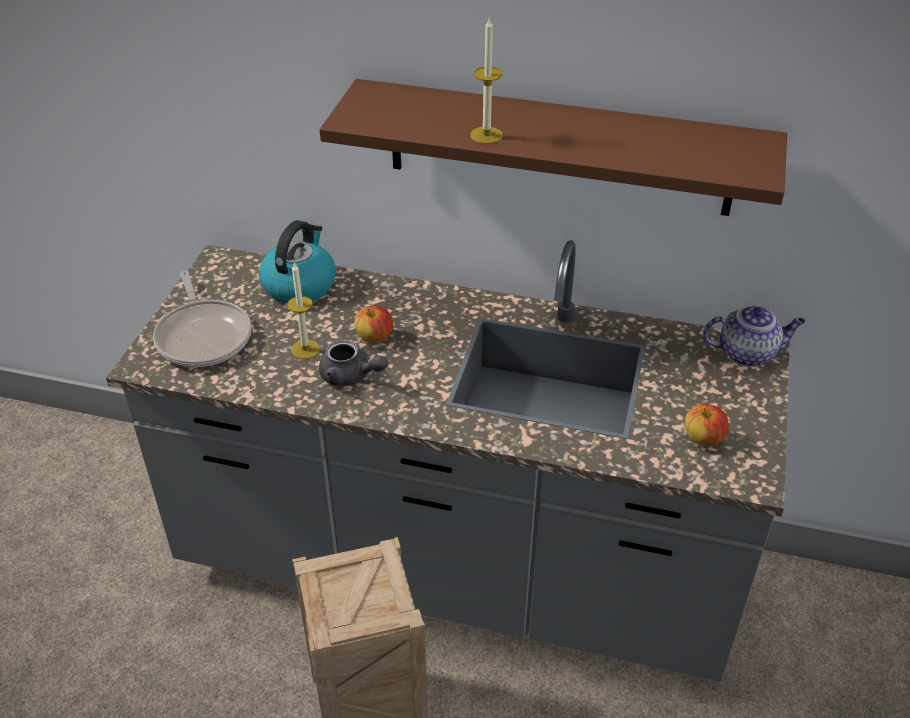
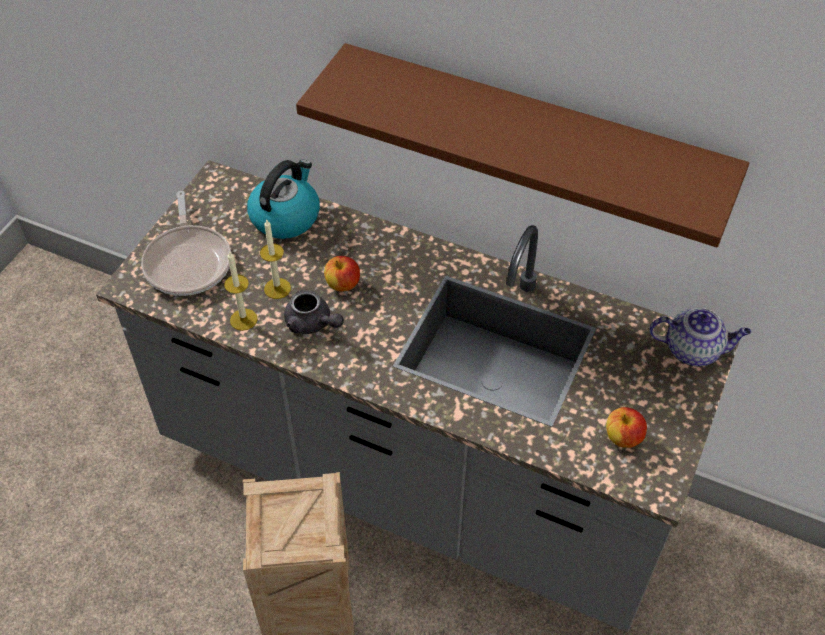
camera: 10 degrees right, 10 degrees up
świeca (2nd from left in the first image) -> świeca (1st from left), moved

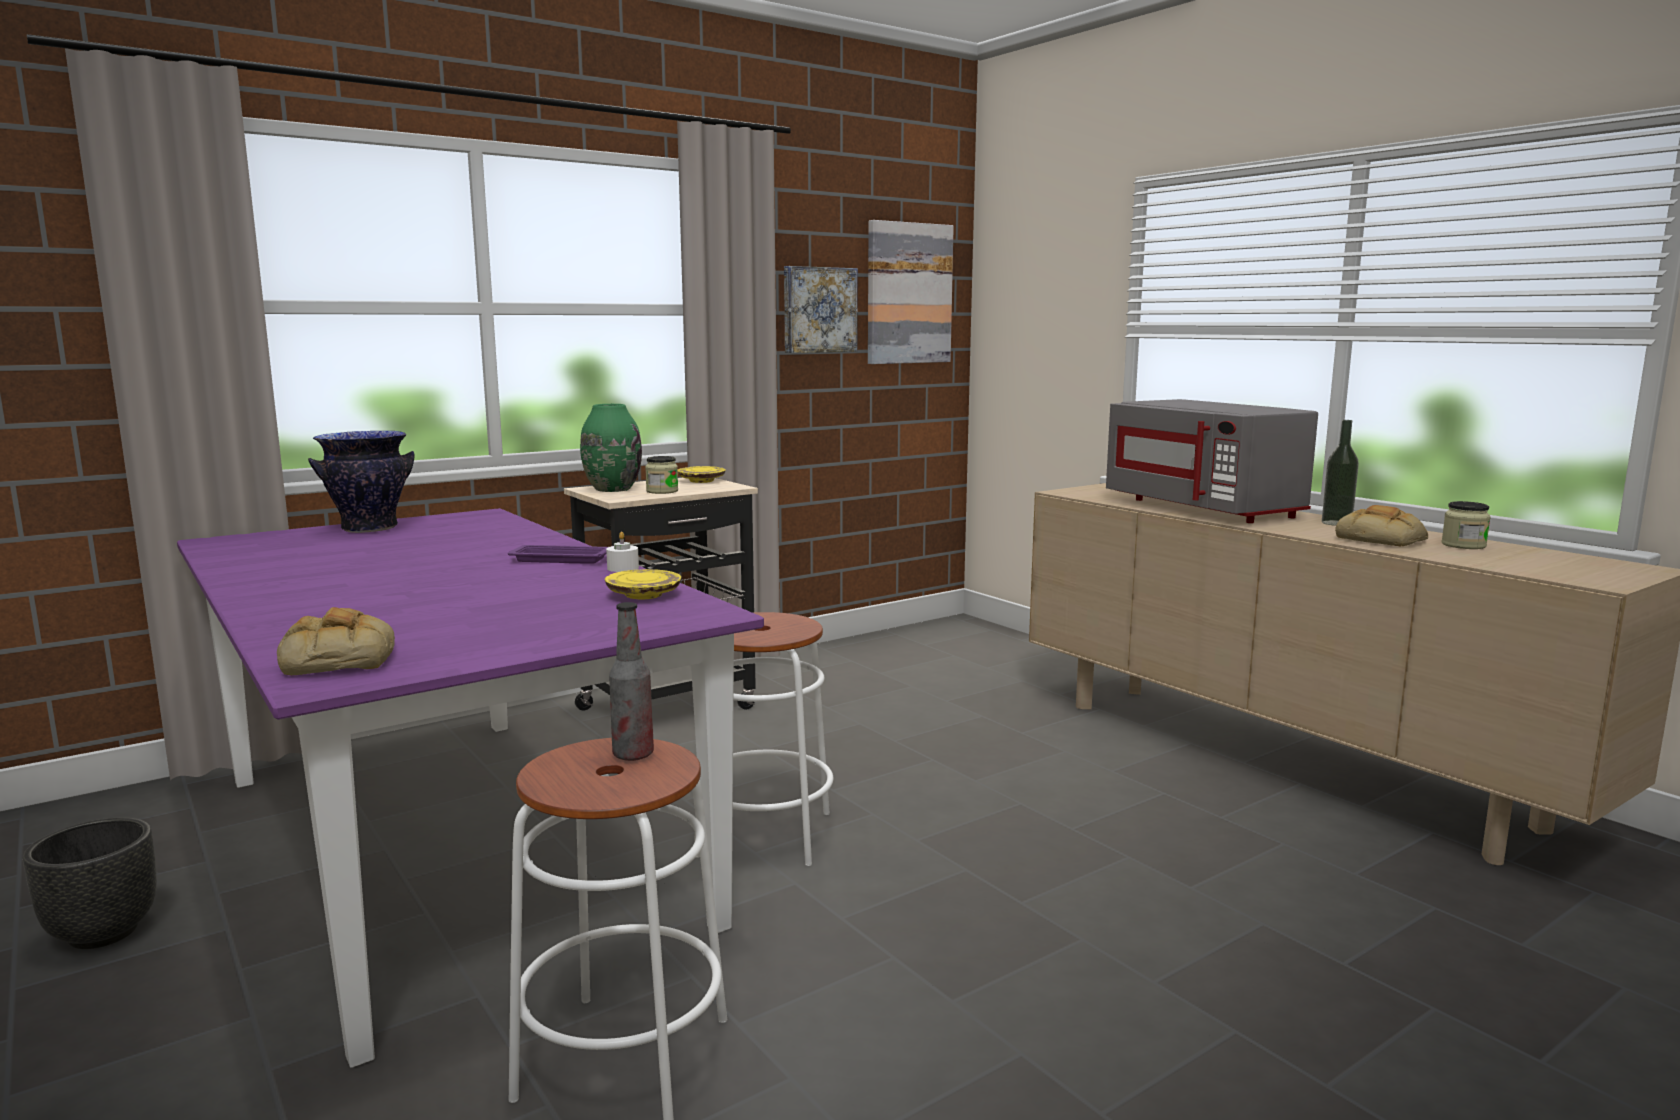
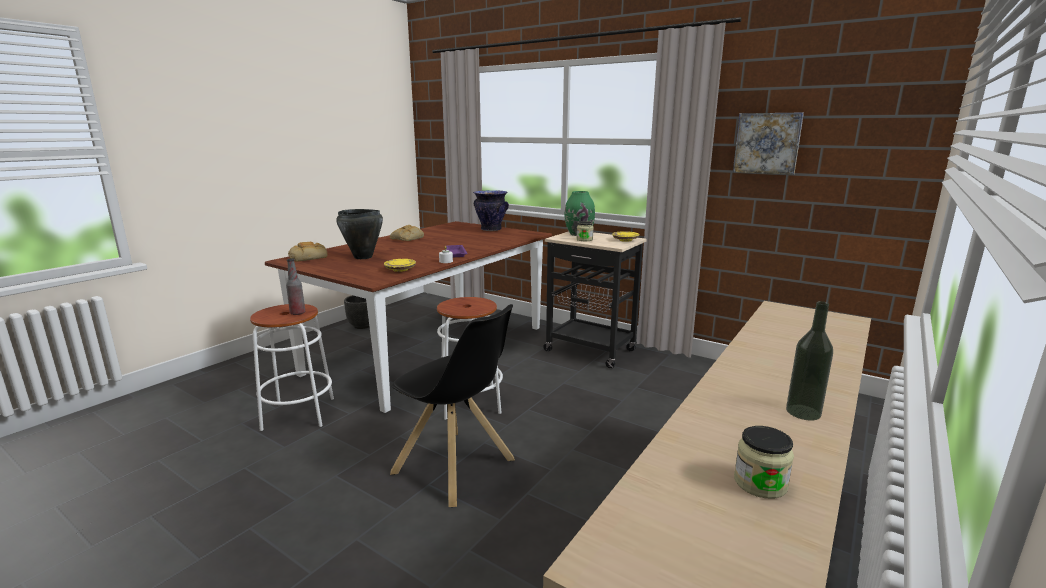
camera: 70 degrees right, 5 degrees up
stół jadalny [fioletowy] -> stół jadalny [brązowy]
none -> garnek [czarny]
chleb (2nd from left), moved
none -> krzesło [czarny]
obraz (2nd from left) -> none
mikrofalówka [szary] -> none

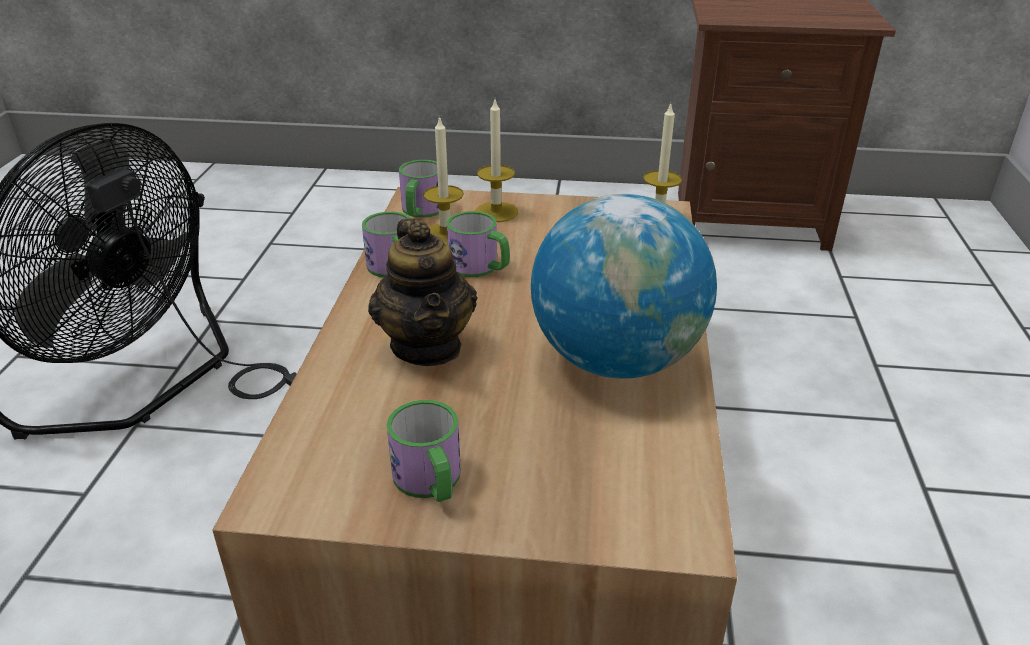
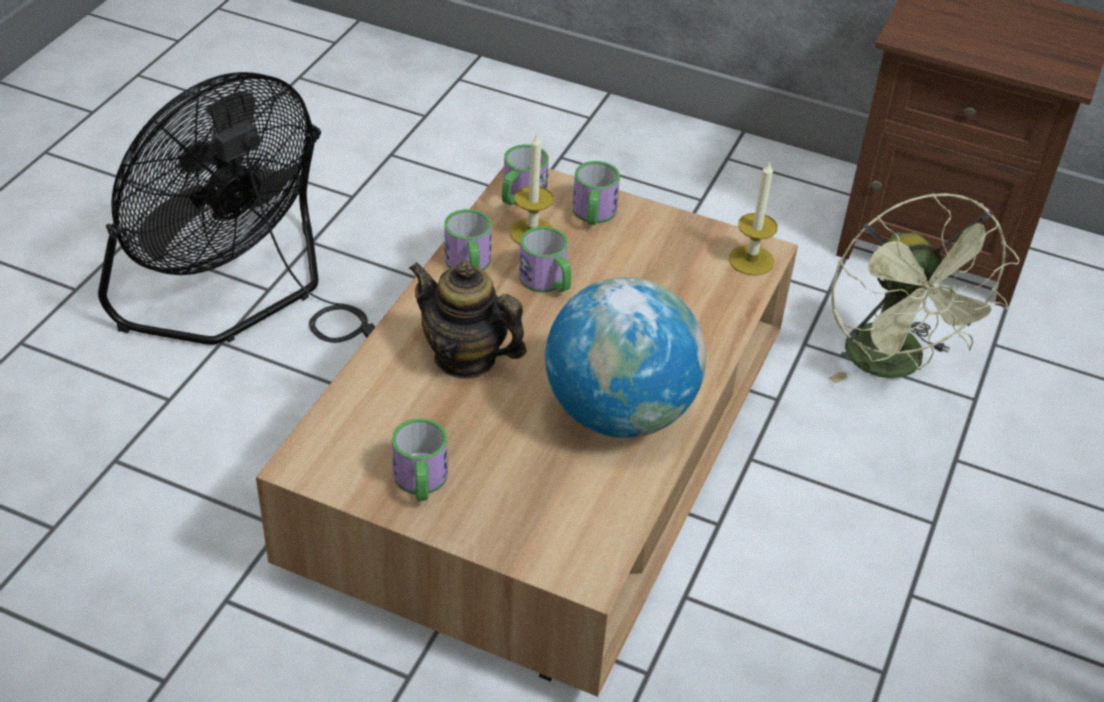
camera: 15 degrees right, 10 degrees up
imbryk, 120 degrees clockwise
świeca (2nd from left) -> kubek (5th from left)
none -> wentylator [zielony]

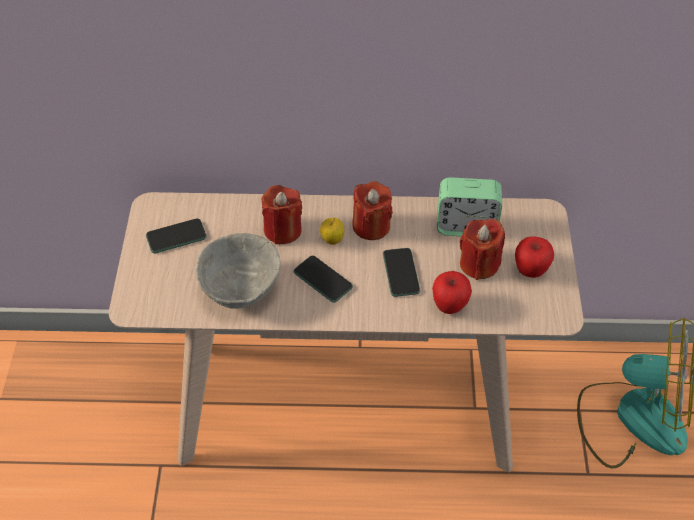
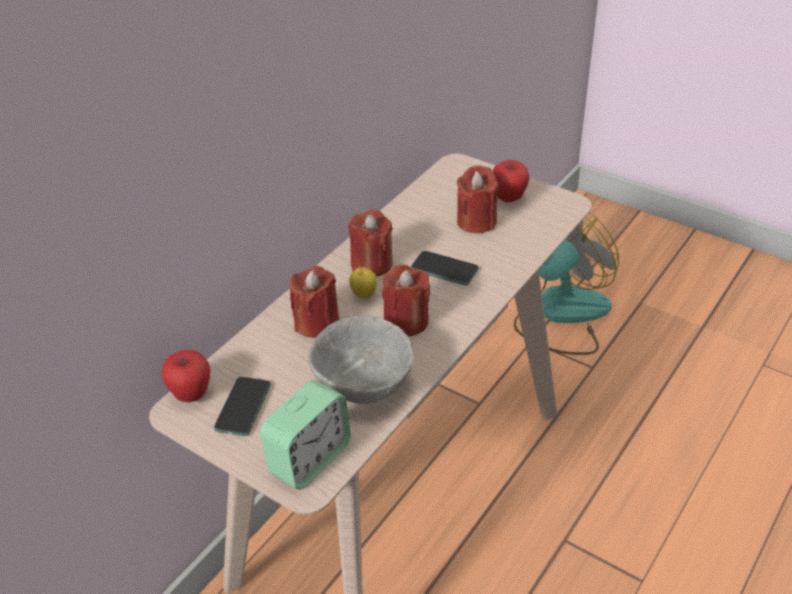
camera: 55 degrees left, 10 degrees down
jabłko (2nd from left in the first image) -> jabłko (1st from left), moved
budzik, moved
telefon (2nd from left) -> świeca [czerwony] (3rd from left)

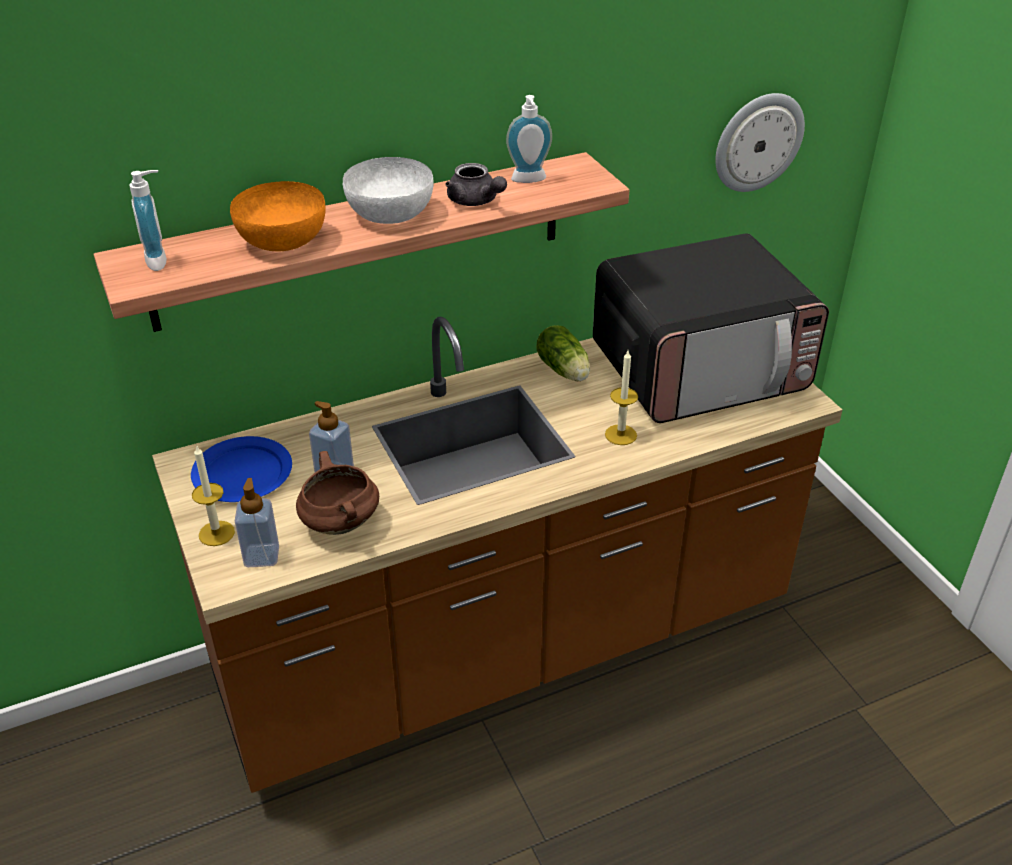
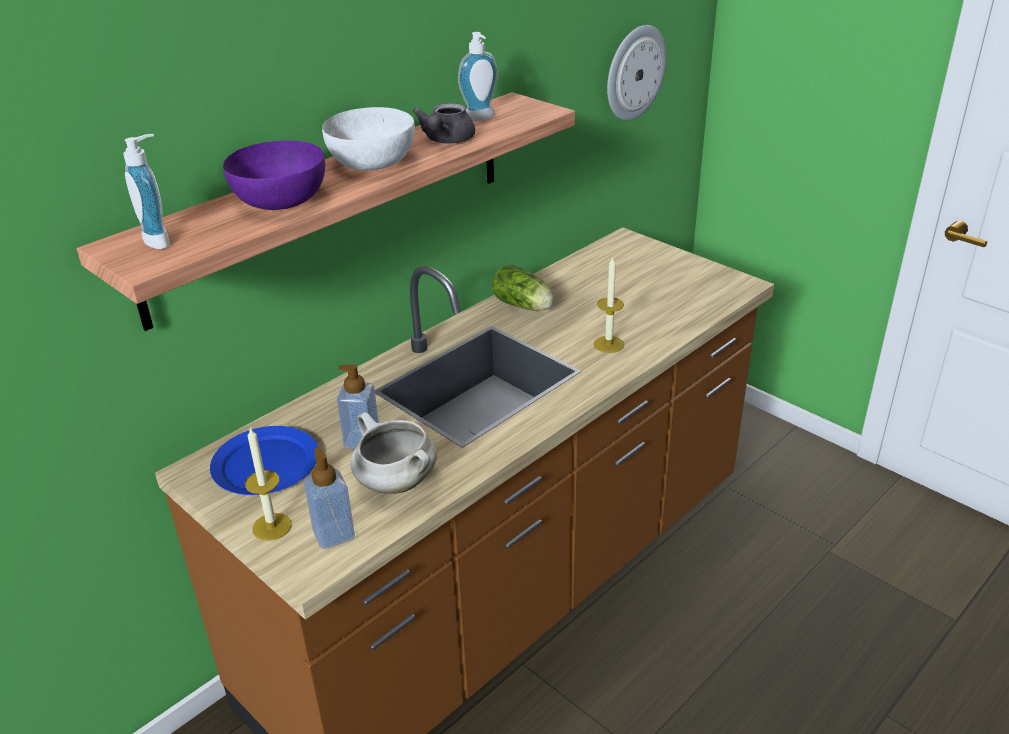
camera: 20 degrees left, 5 degrees down
miska [pomarańczowy] -> miska [fioletowy]
garnek [brązowy] -> garnek [biały]
imbryk [szary], 75 degrees clockwise
mikrofalówka -> none

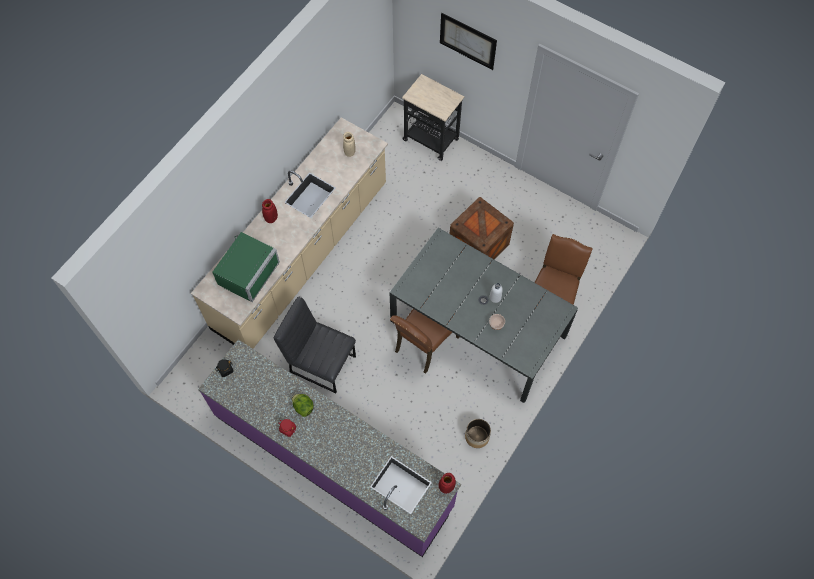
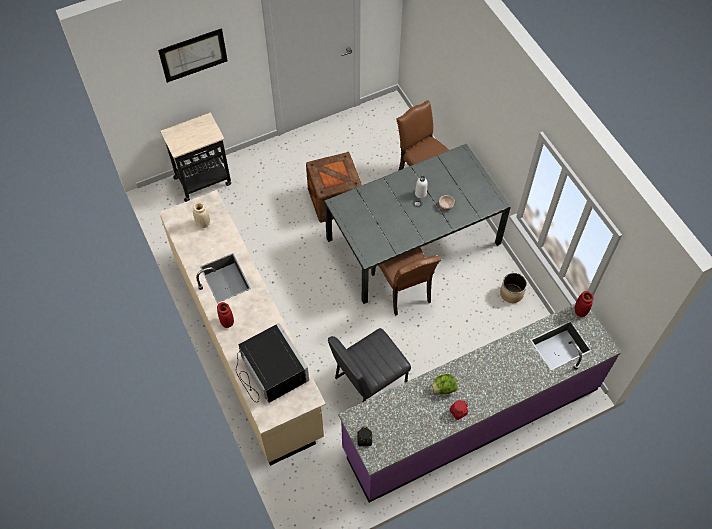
camera: 60 degrees left, 5 degrees down
mikrofalówka [zielony] -> mikrofalówka [czarny]

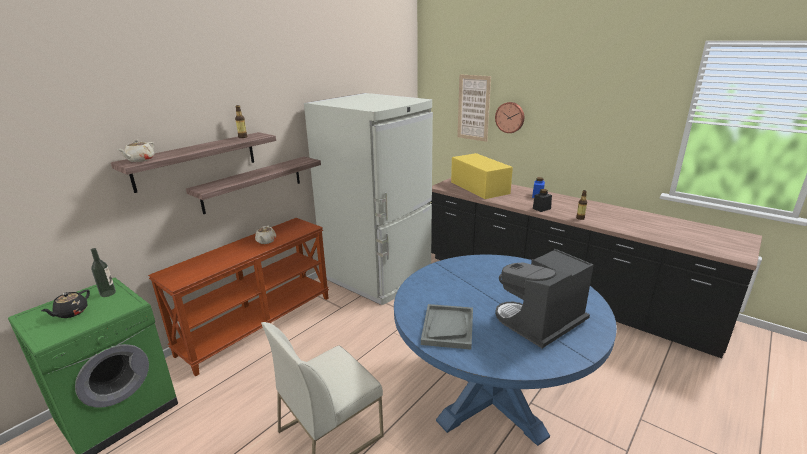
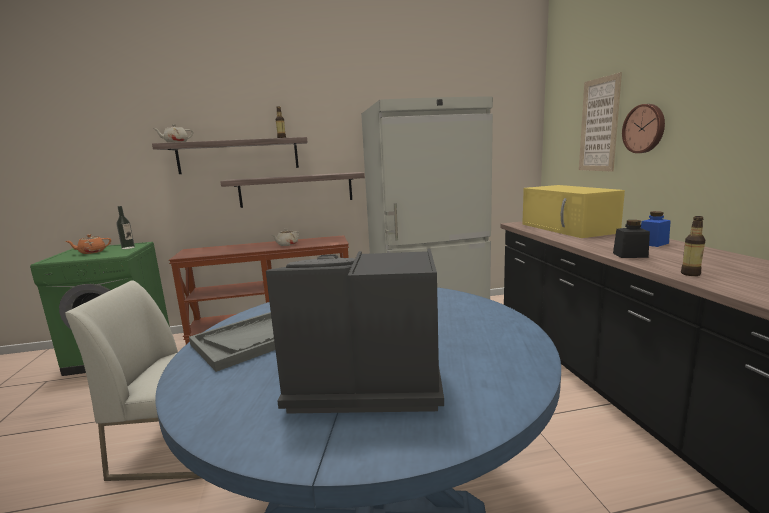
camera: 40 degrees right, 10 degrees down
imbryk [czarny] -> imbryk [pomarańczowy]
mikrofalówka [żółty], 150 degrees clockwise

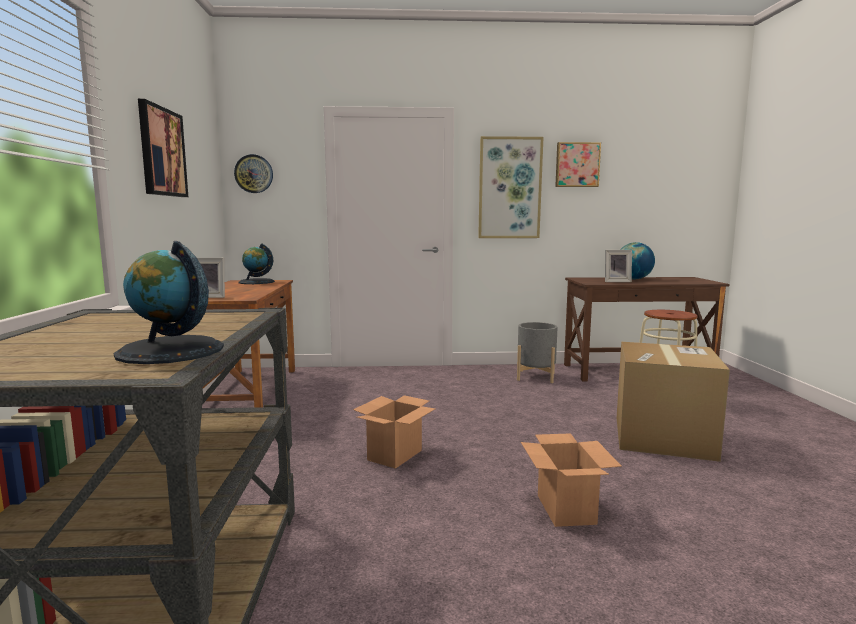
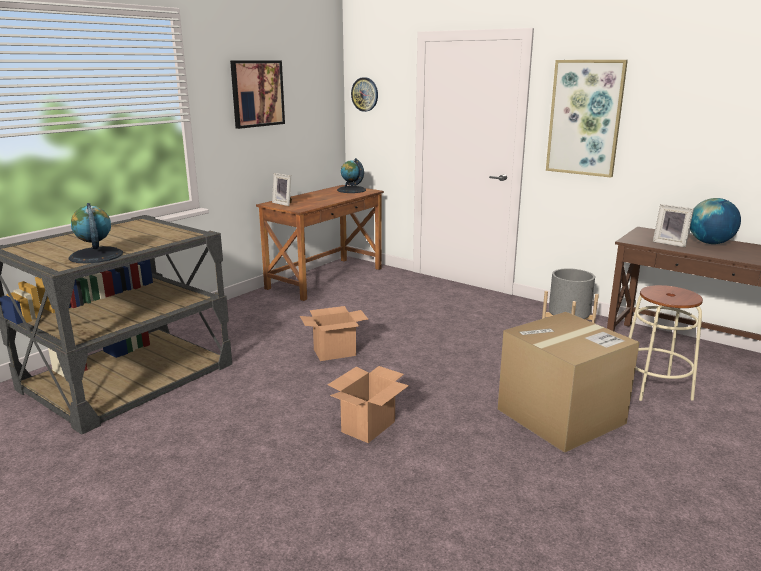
camera: 40 degrees right, 10 degrees up
obraz (3rd from left) -> none

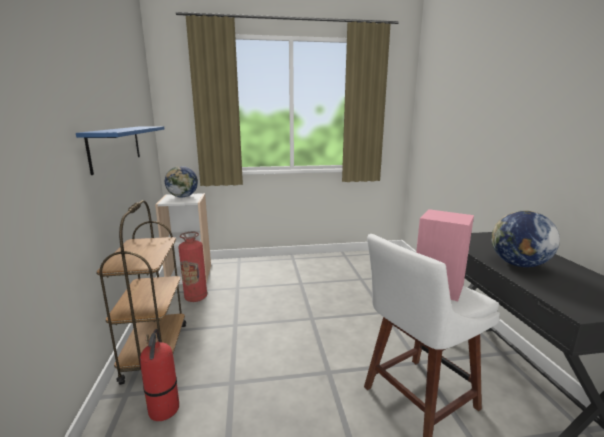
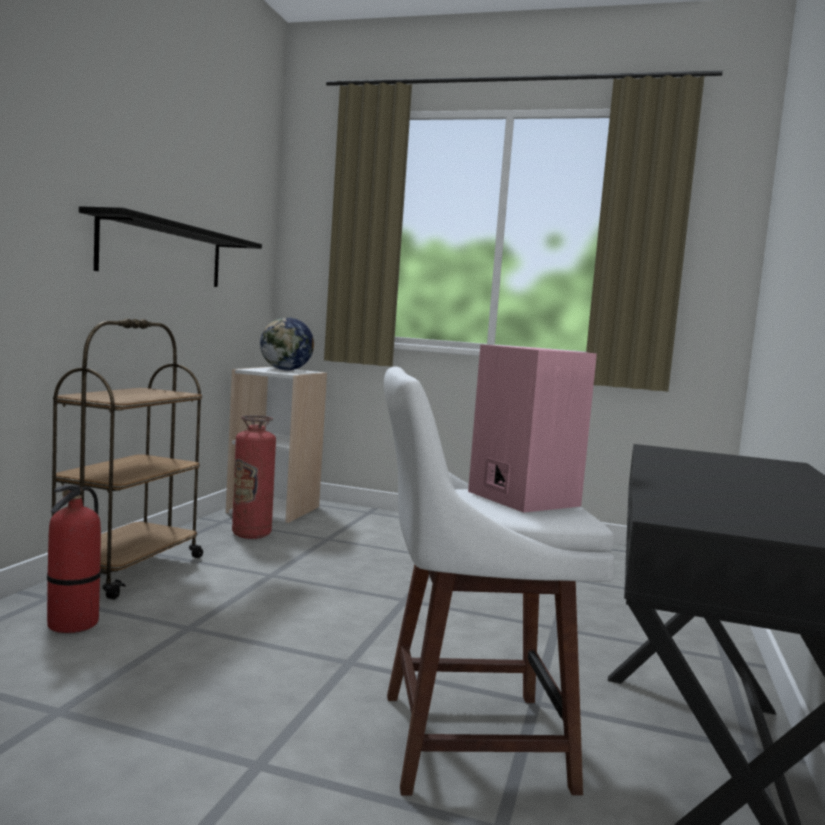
camera: 25 degrees right, 10 degrees down
półka [niebieski] -> półka [czarny]
globus (2nd from left) -> none

